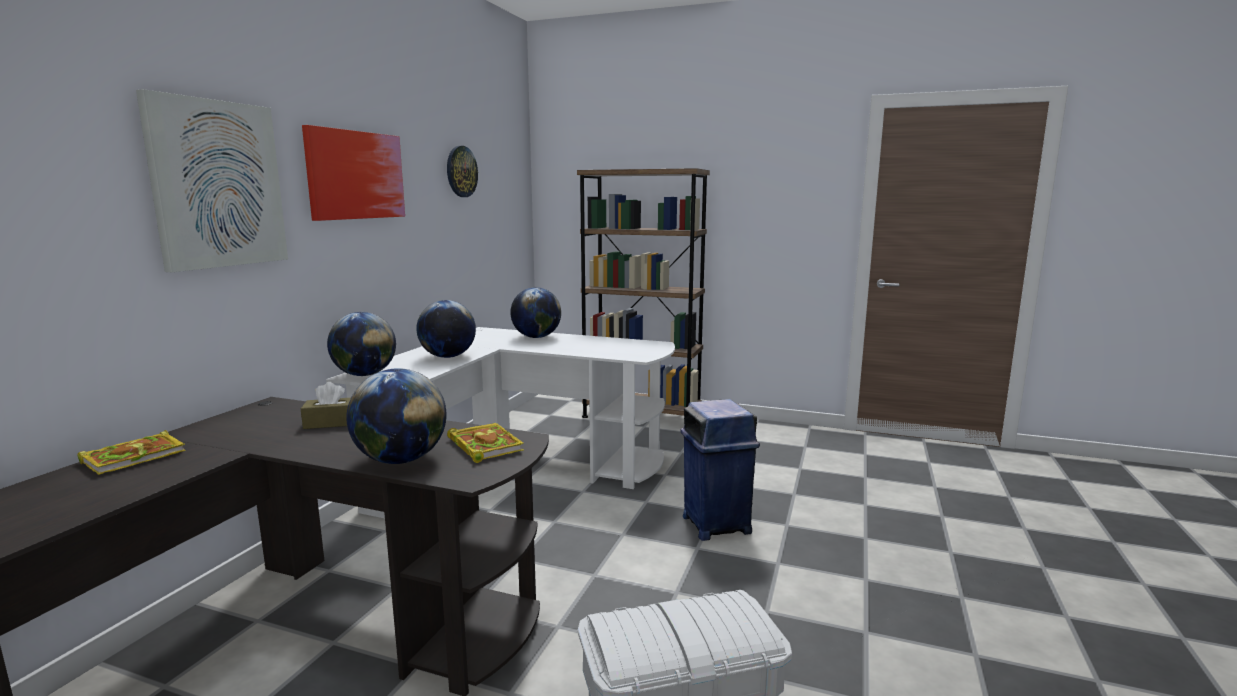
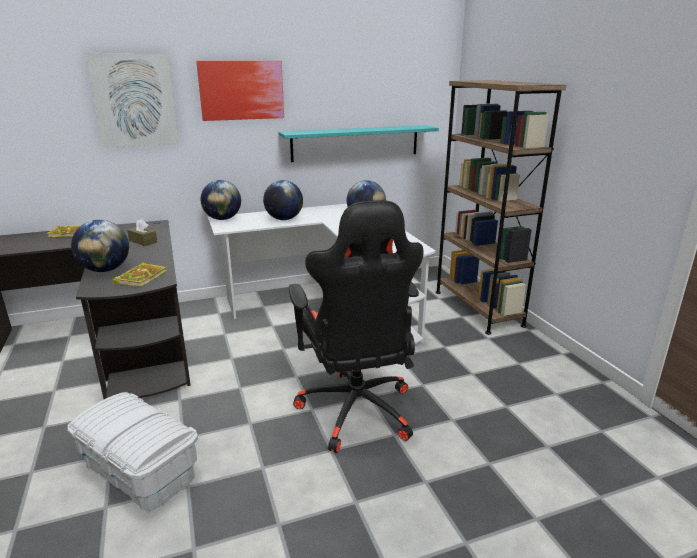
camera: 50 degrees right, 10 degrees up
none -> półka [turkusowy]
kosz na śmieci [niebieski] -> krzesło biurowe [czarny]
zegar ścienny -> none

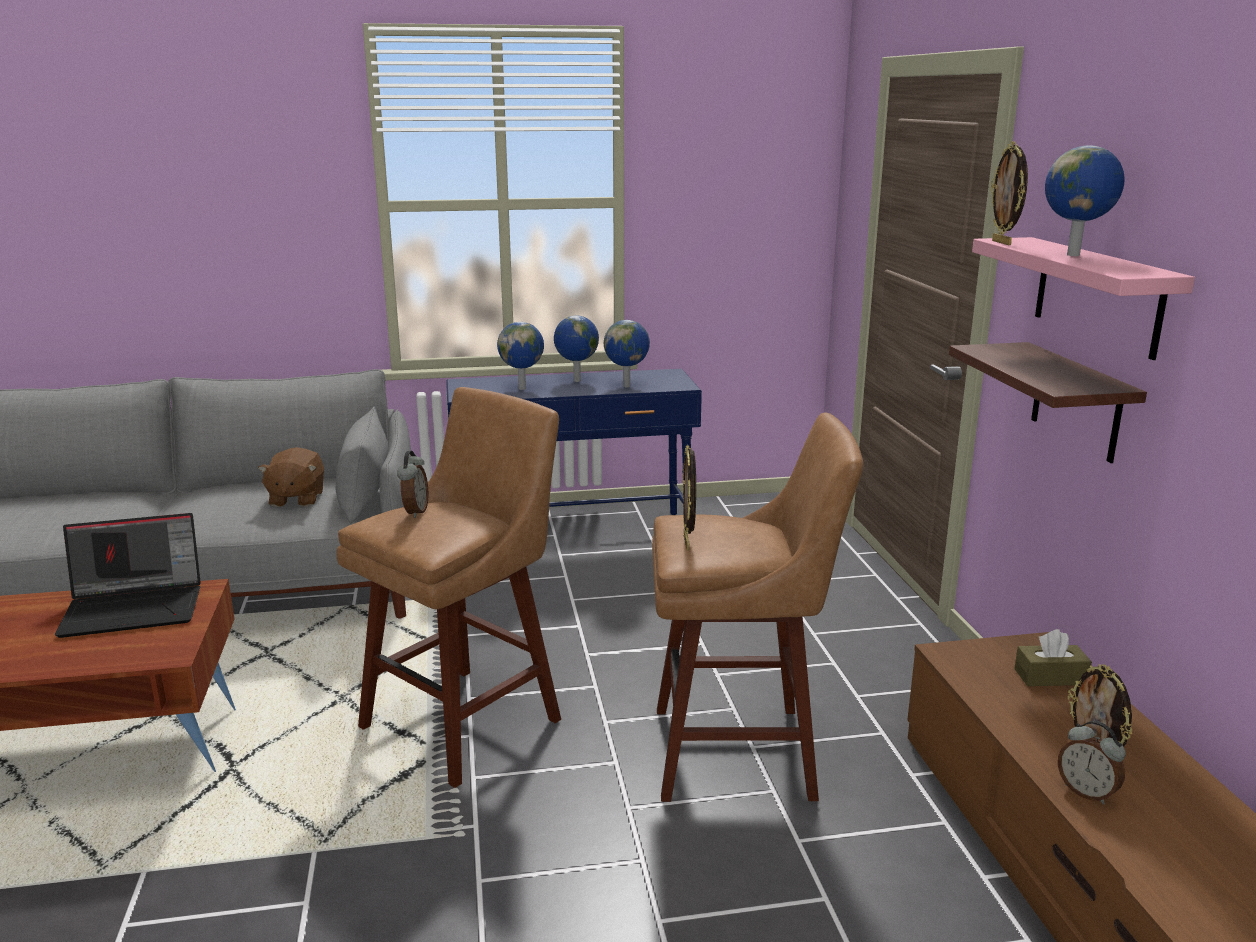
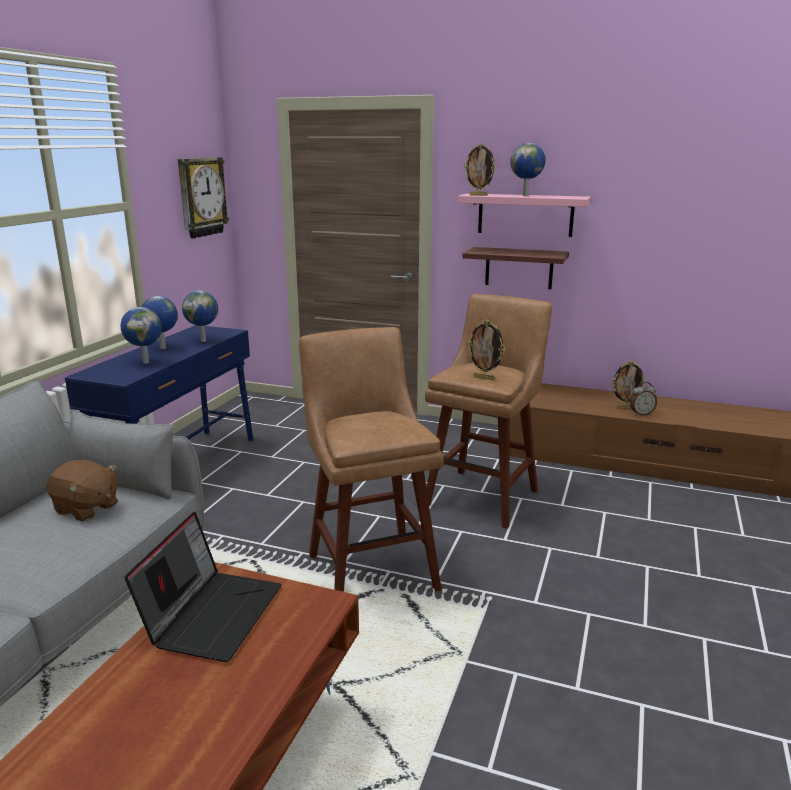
camera: 60 degrees left, 0 degrees up
none -> zegar ścienny
budzik (1st from left) -> none
pudełko chusteczek [brązowy] -> none

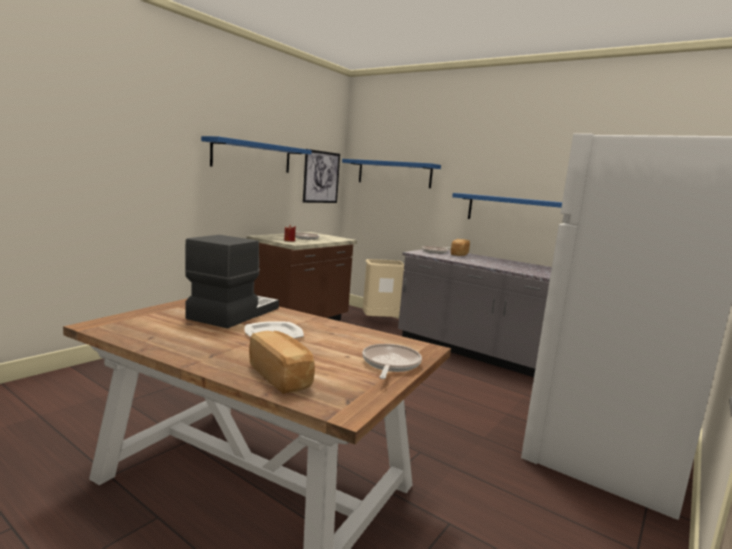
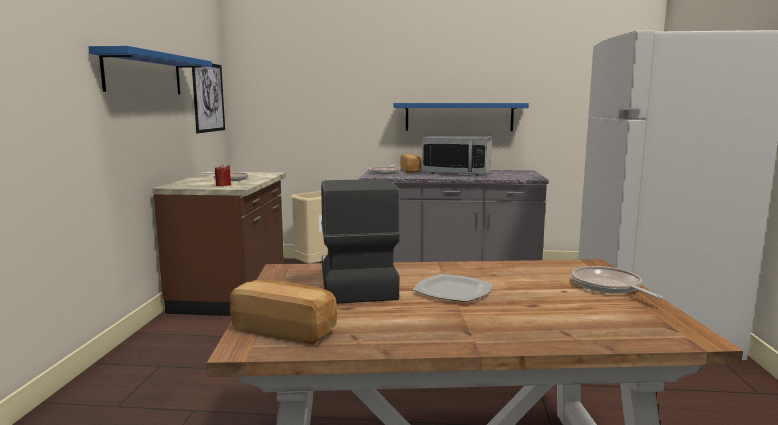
camera: 30 degrees left, 0 degrees up
chleb (1st from left), moved
none -> mikrofalówka
półka [niebieski] (2nd from left) -> none

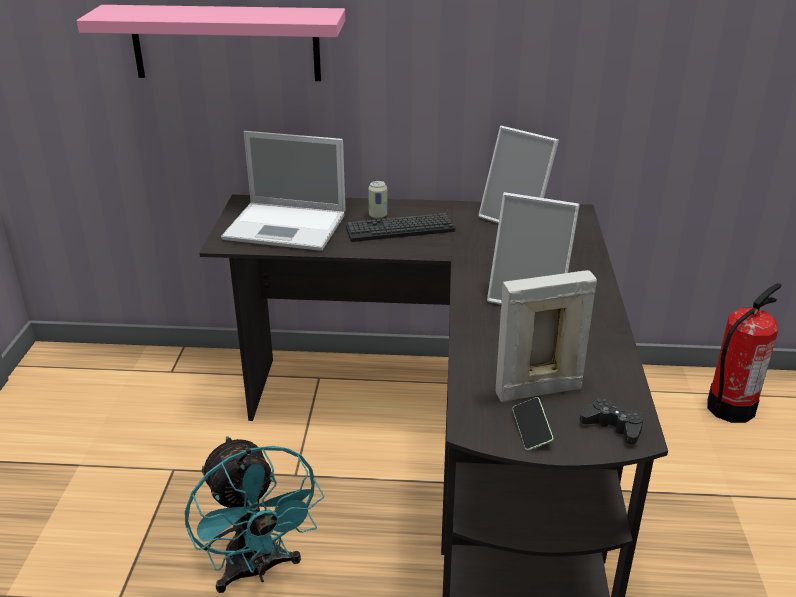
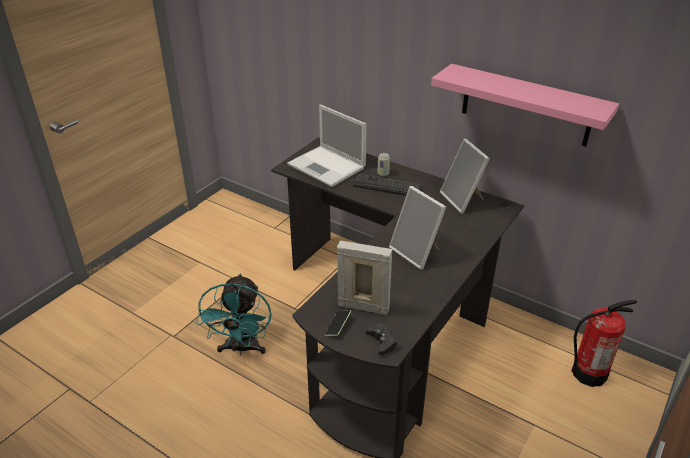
camera: 30 degrees right, 5 degrees up
półka [różowy], moved

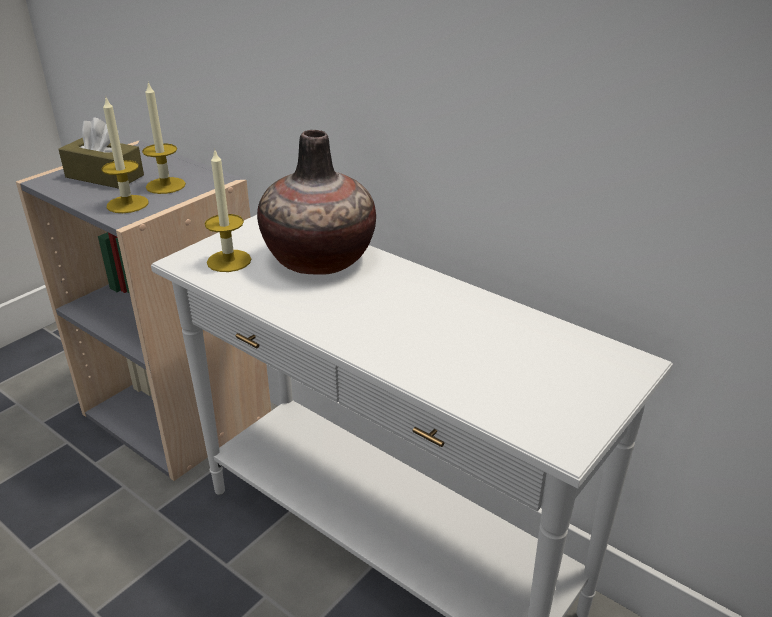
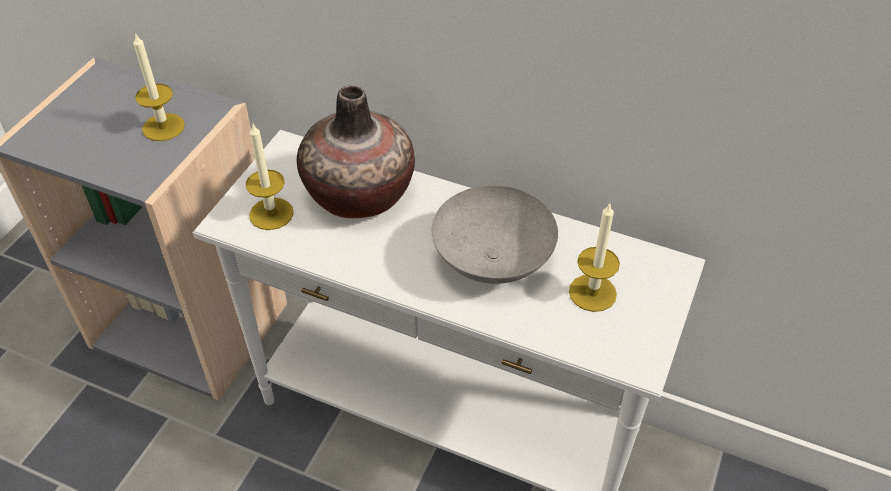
camera: 15 degrees left, 15 degrees up
none -> miska [szary]
świeca (1st from left in the first image) -> świeca (3rd from left), moved
pudełko chusteczek [brązowy] -> none

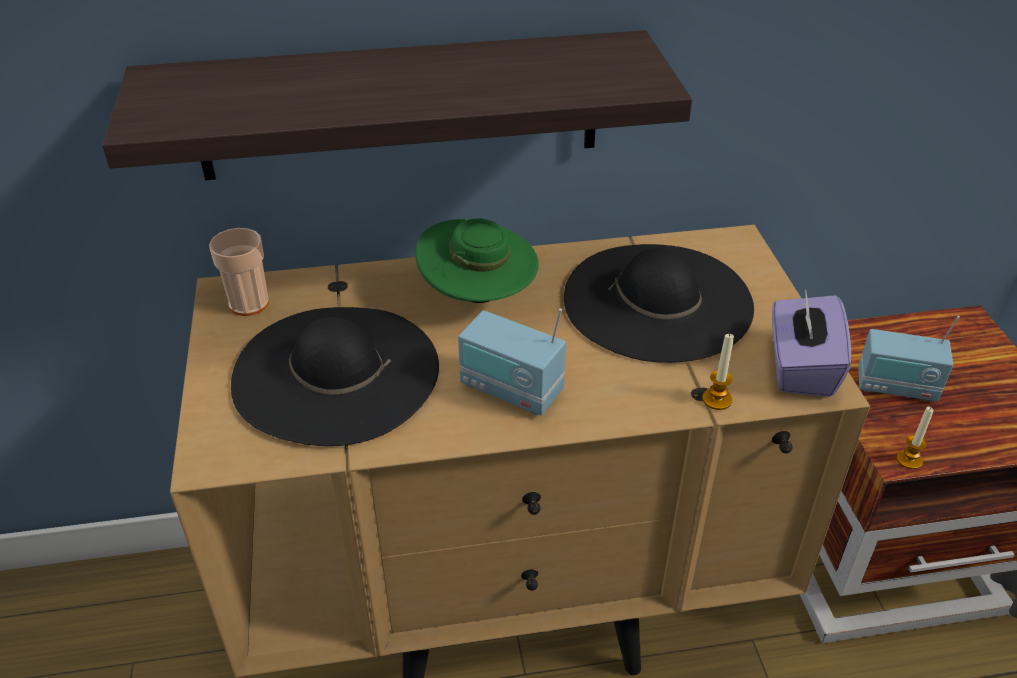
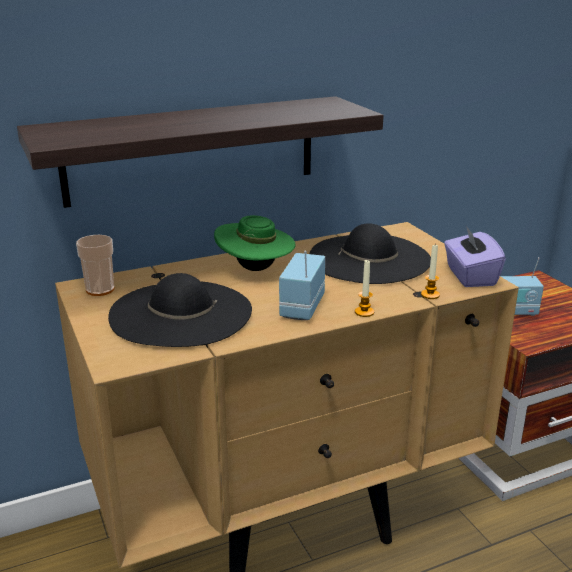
camera: 15 degrees left, 15 degrees down
radio (1st from left), 90 degrees clockwise
świeca (2nd from left in the first image) -> świeca (1st from left), moved

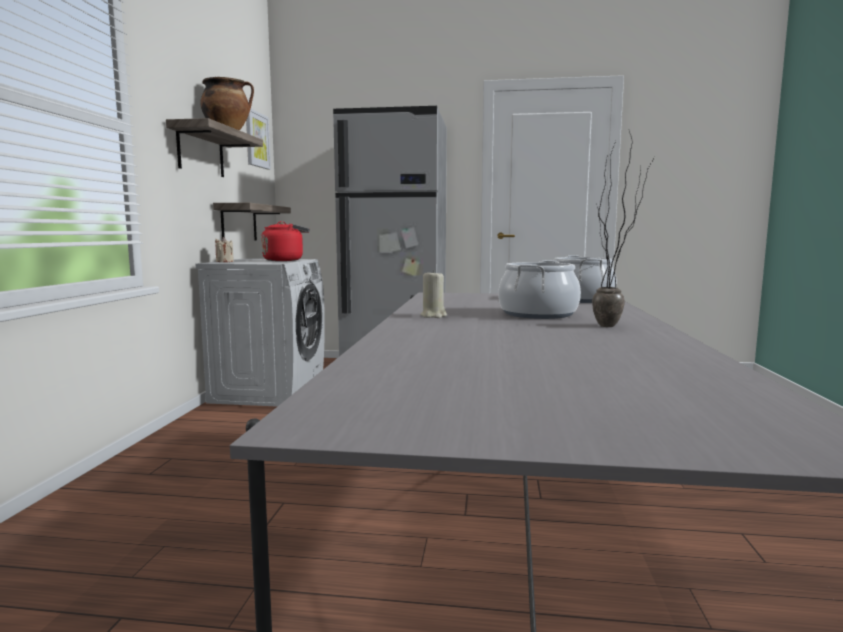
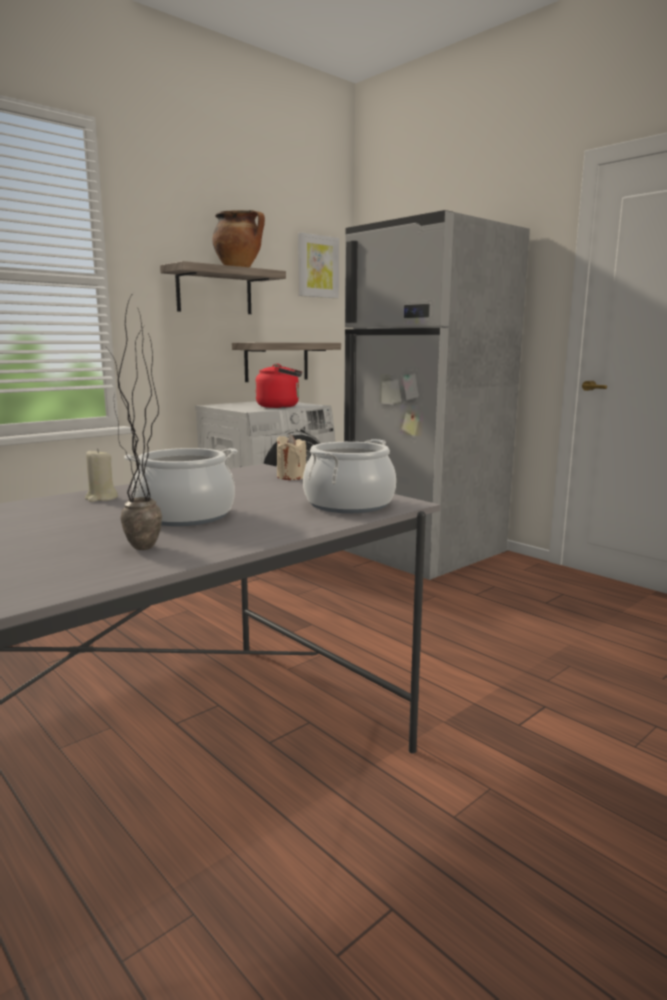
camera: 40 degrees right, 5 degrees up
świeca [beżowy] (1st from left in the first image) -> świeca [beżowy] (2nd from left), moved

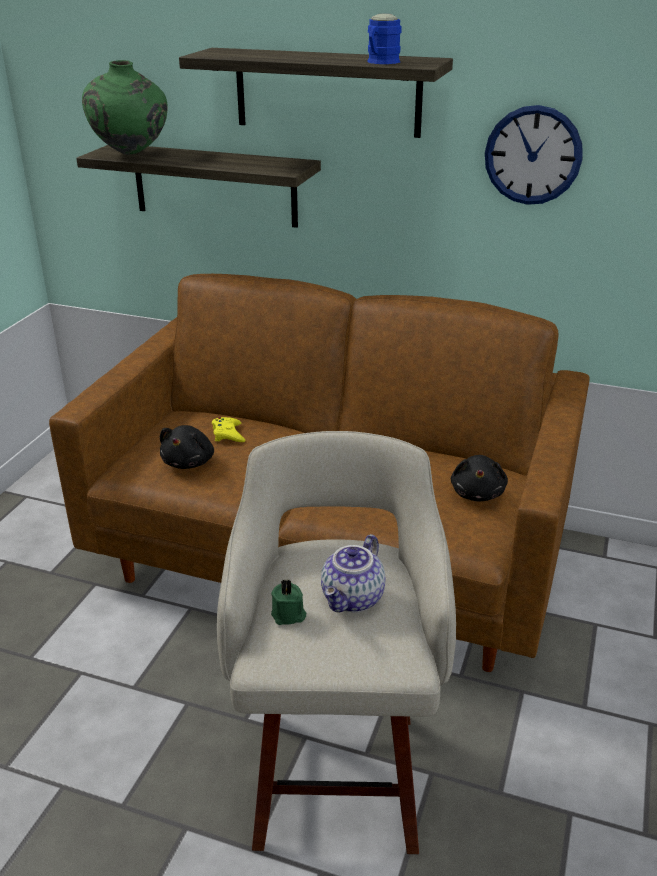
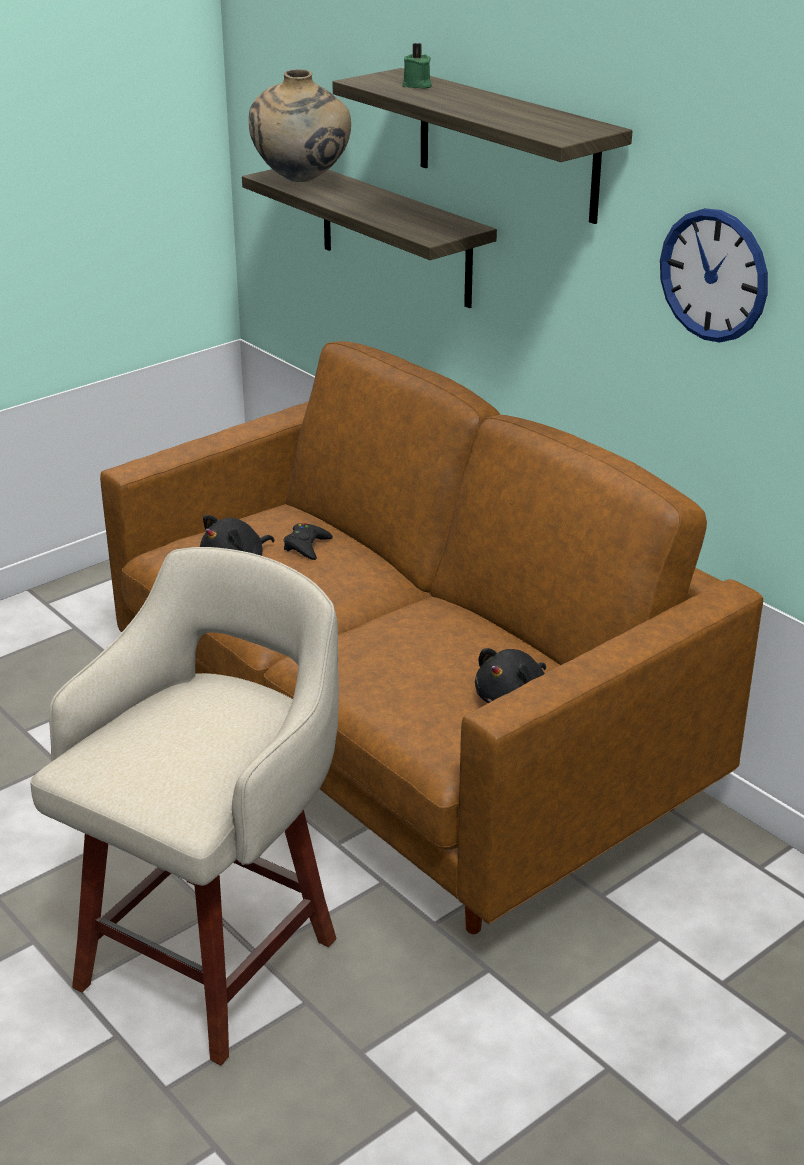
camera: 30 degrees right, 0 degrees up
wazon [zielony] -> wazon [beżowy]
pad do gier [żółty] -> pad do gier [czarny]
świeca [zielony], moved
imbryk -> none
kubek [niebieski] -> none

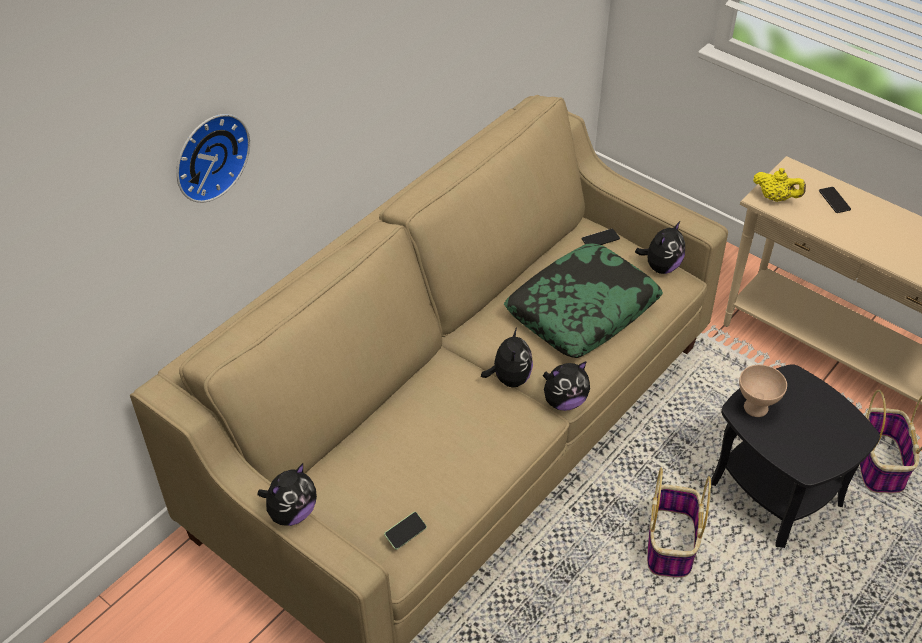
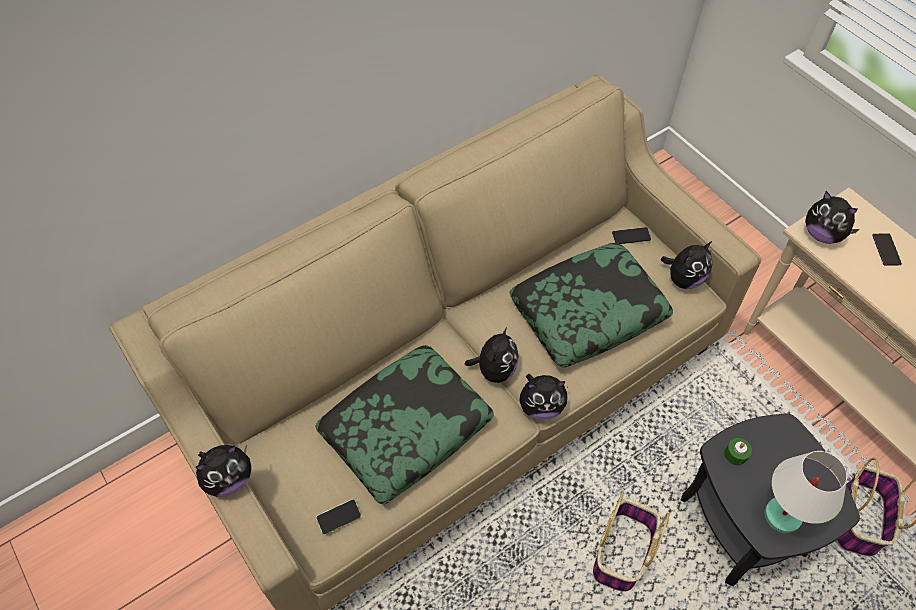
camera: 15 degrees right, 10 degrees up
none -> poduszka (1st from left)
miska [beżowy] -> świeca [zielony]
none -> lampa stołowa [biały]
imbryk [żółty] -> pluszak (5th from left)
zegar ścienny -> none

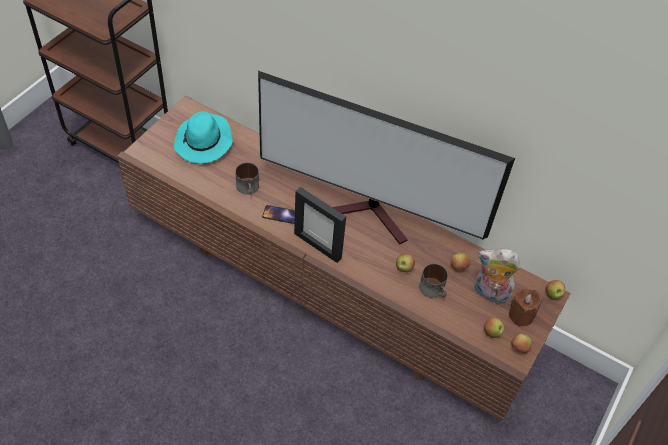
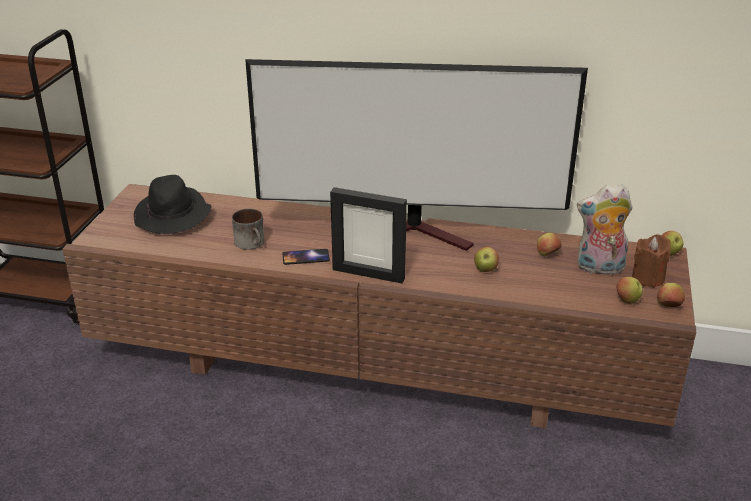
camera: 15 degrees left, 20 degrees down
kapelusz [turkusowy] -> kapelusz [czarny]
kubek (2nd from left) -> none

